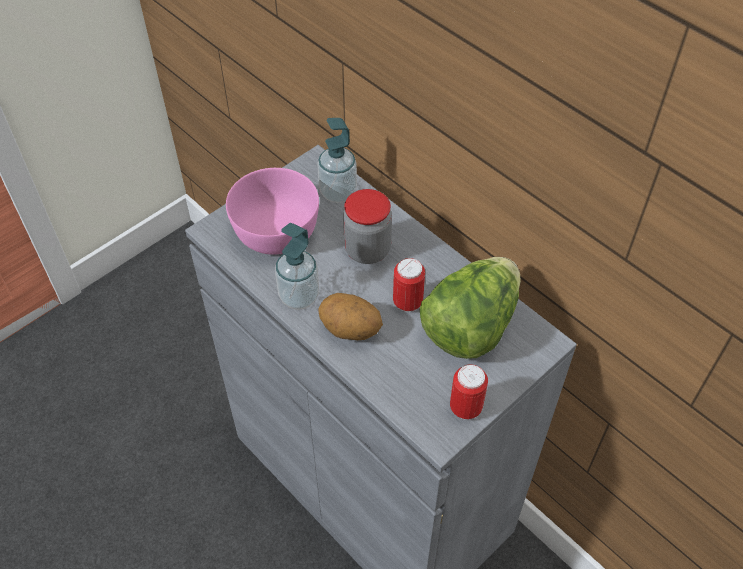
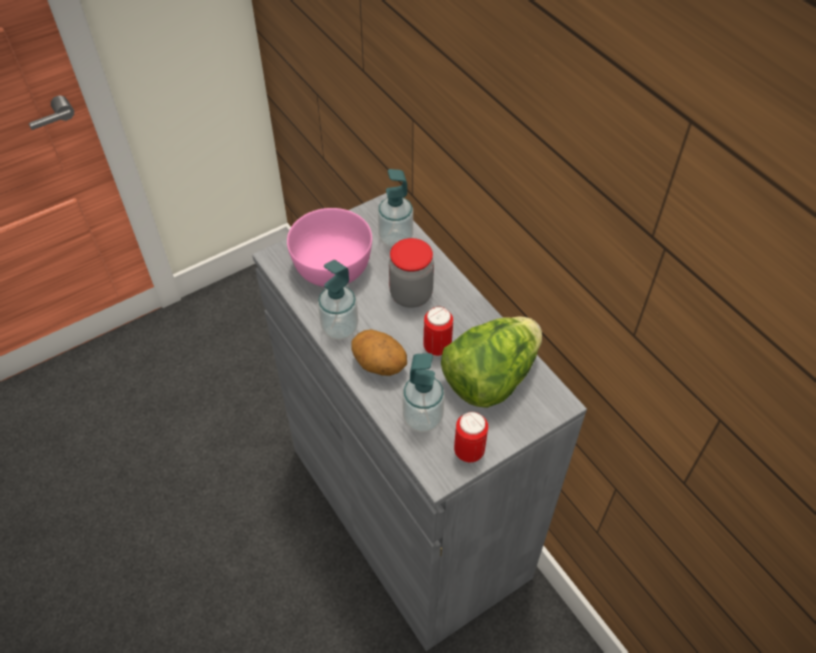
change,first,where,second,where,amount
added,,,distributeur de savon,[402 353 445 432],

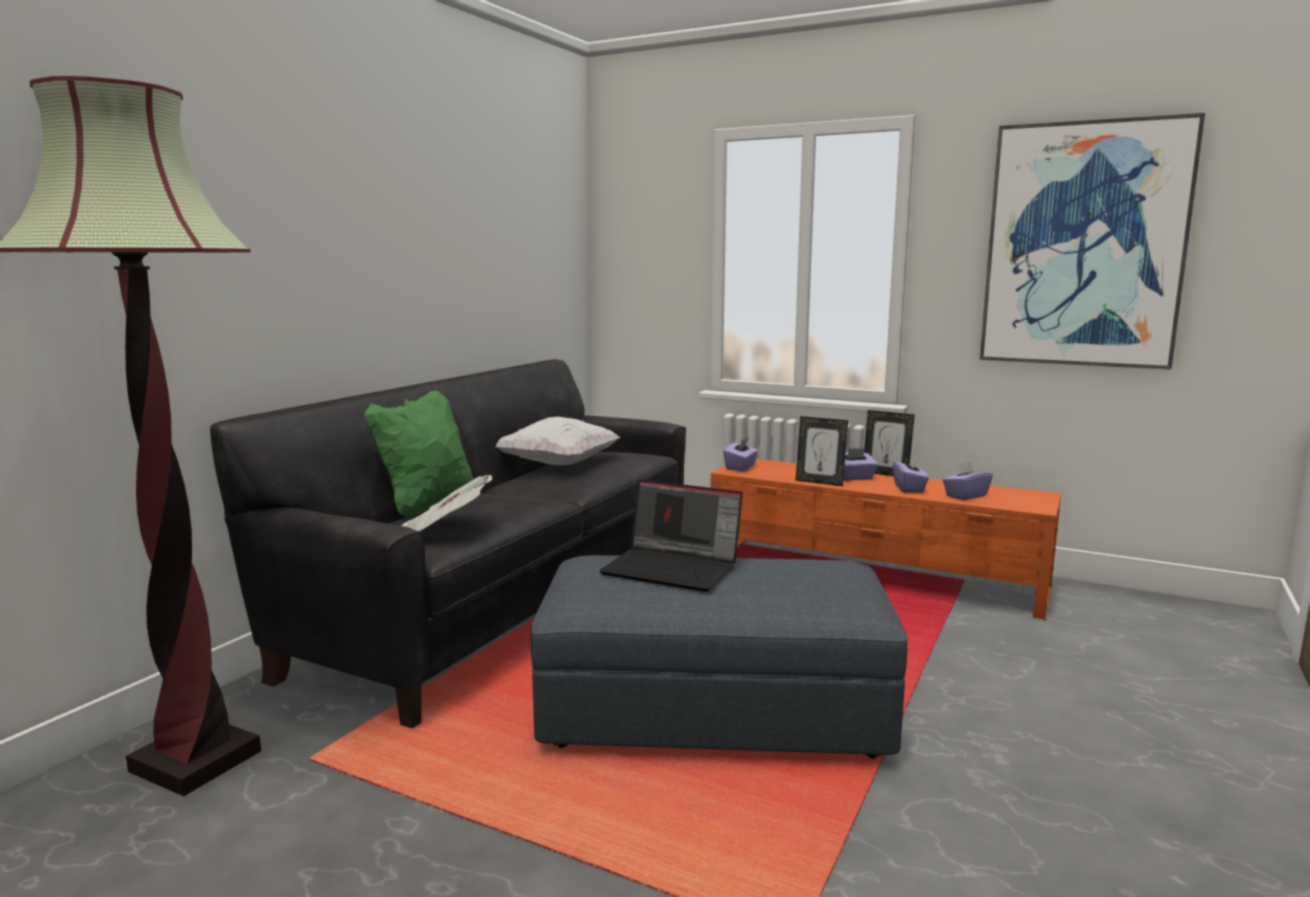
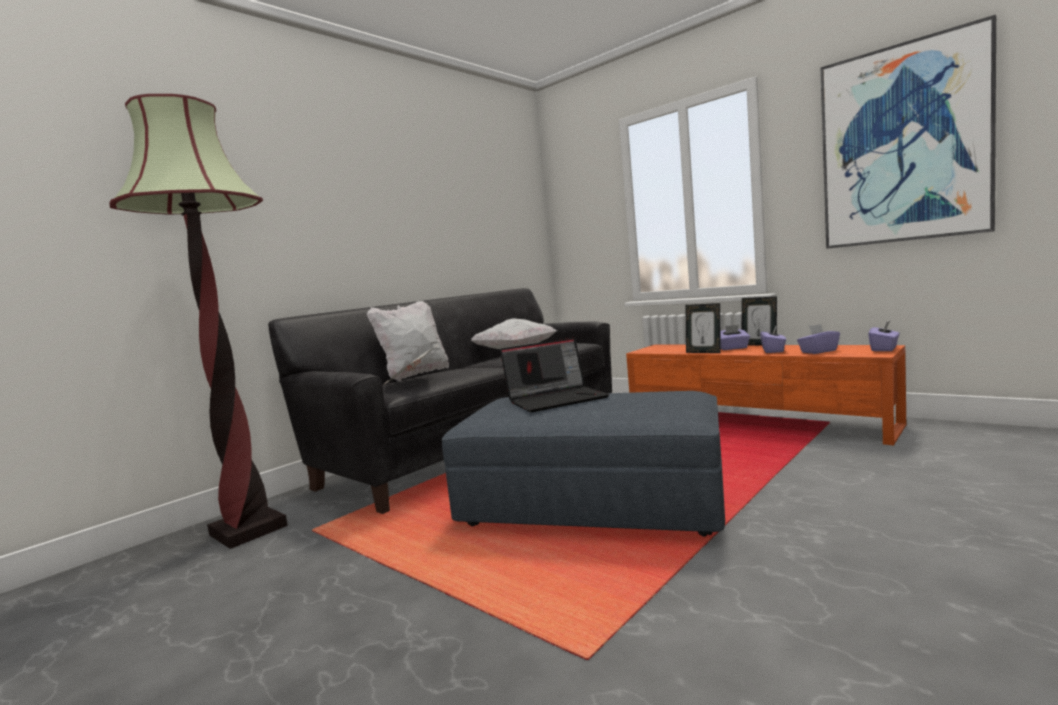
change,first,where,second,where,amount
moved,boîte à mouchoirs/violet,[723 437 758 471],,[868 321 900 351],
recoloured,coussin/vert,[364 391 473 519],coussin/blanc,[367 301 449 381],
turned,ordinateur portable,[599 480 743 592],,[500 338 609 412],60 degrees counterclockwise

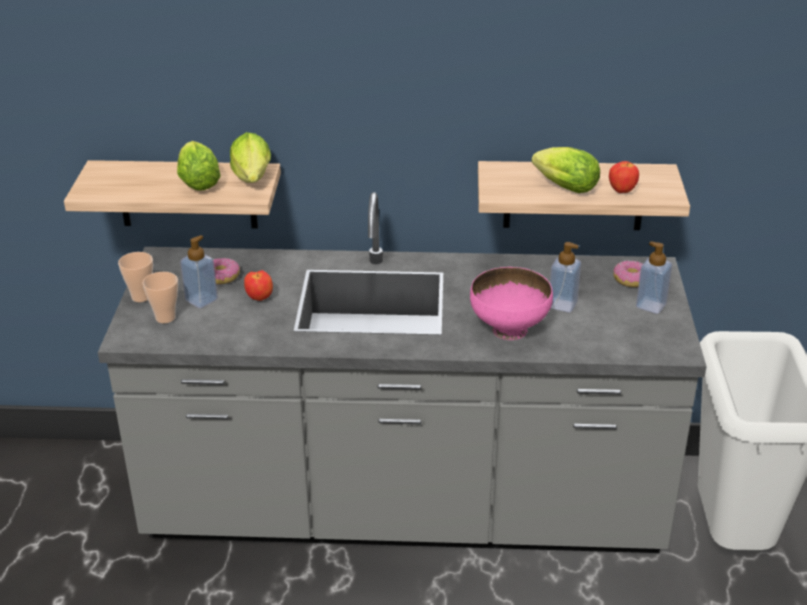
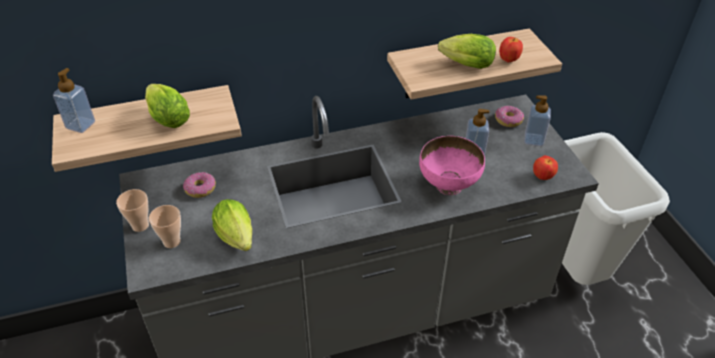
change,first,where,second,where,amount
moved,distributeur de savon,[180 235 218 308],,[53 68 95 133],
moved,laitue,[230 132 271 183],,[212 199 252 251],
moved,pomme,[244 270 273 301],,[533 155 558 180],

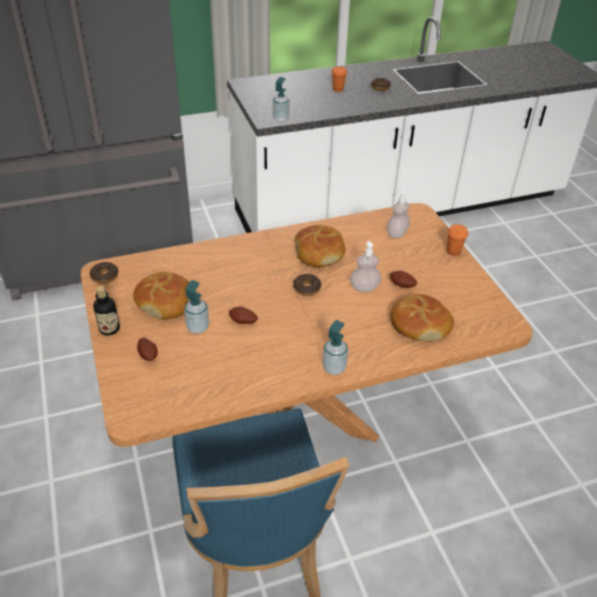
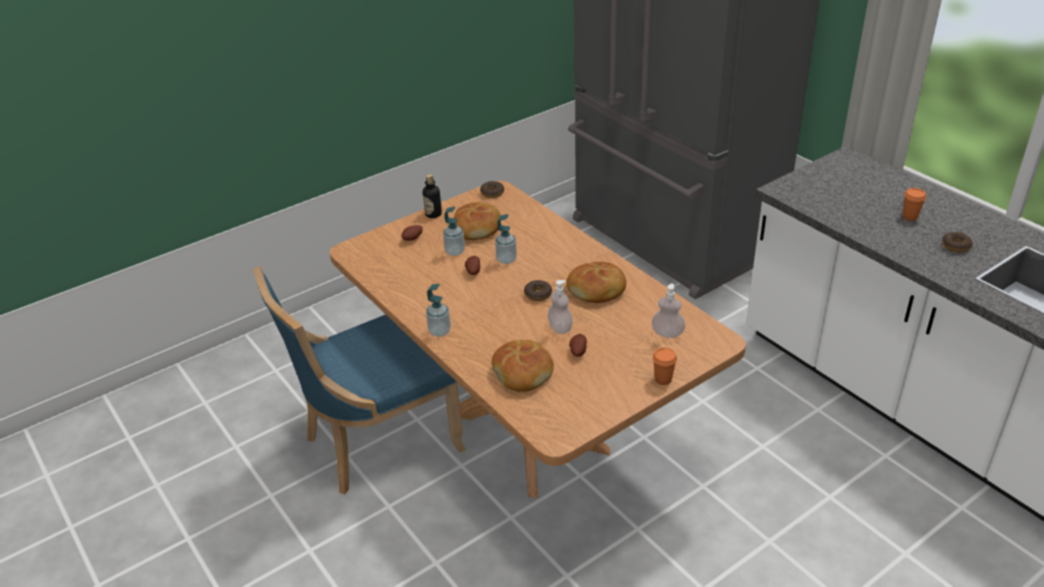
change,first,where,second,where,amount
moved,distributeur de savon,[273 77 290 122],,[495 214 517 264],

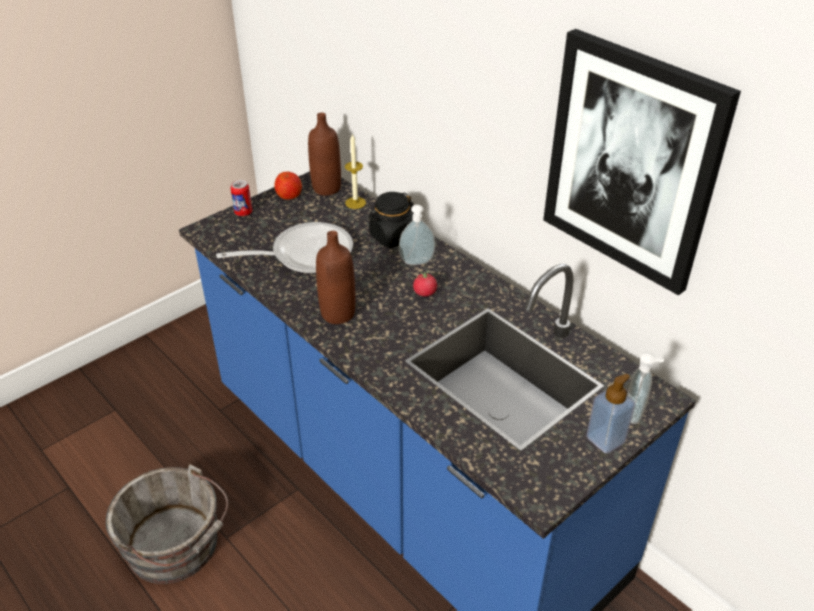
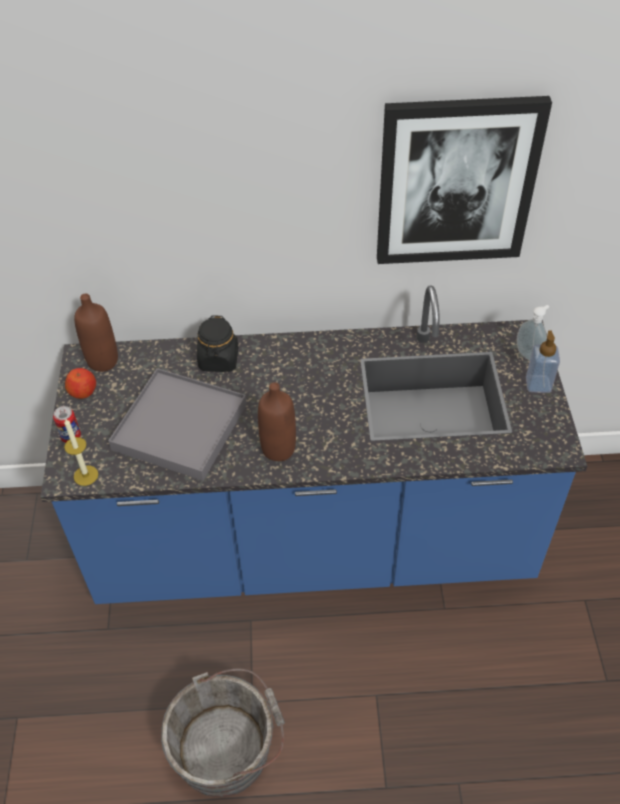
change,first,where,second,where,amount
removed,distributeur de savon,[399 205 435 265],,,
removed,tomate,[413 271 437 296],,,
moved,bougie,[345 133 366 209],,[64 419 98 486],
replaced,poêle,[216 222 353 273],plateau/gris,[108 368 247 481],

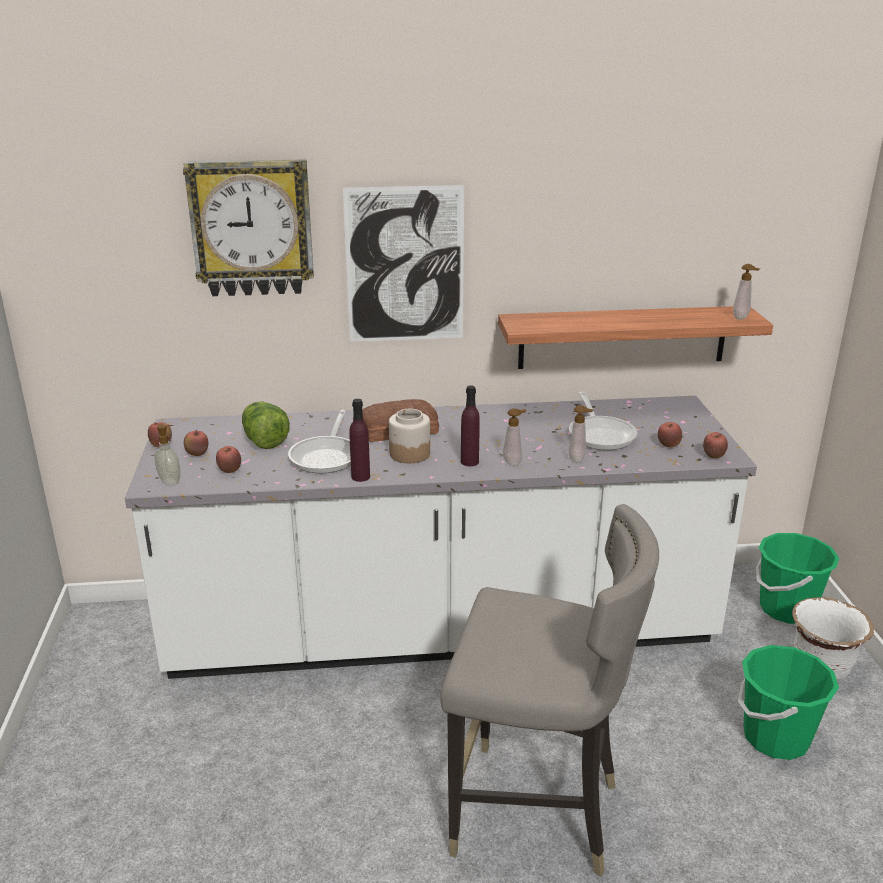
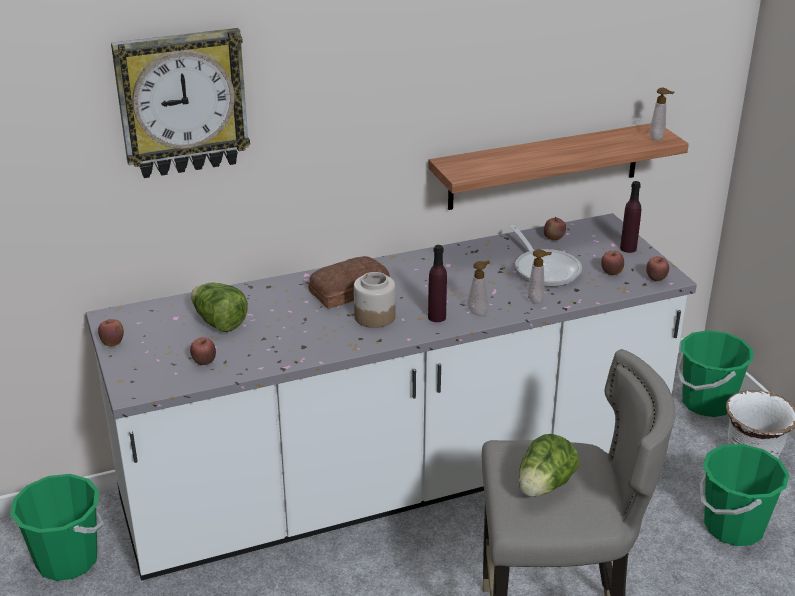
change,first,where,second,where,amount
removed,distributeur de savon,[154 424 180 486],,,
removed,poêle,[288 410 351 473],,,
removed,tableau,[343 185 464 342],,,
added,,,seau/vert,[10 474 104 581],
added,,,laitue,[519 434 579 497],
moved,pomme,[184 430 208 456],,[544 217 566 240],
moved,bouteille/violet,[349 399 370 482],,[620 181 641 253],

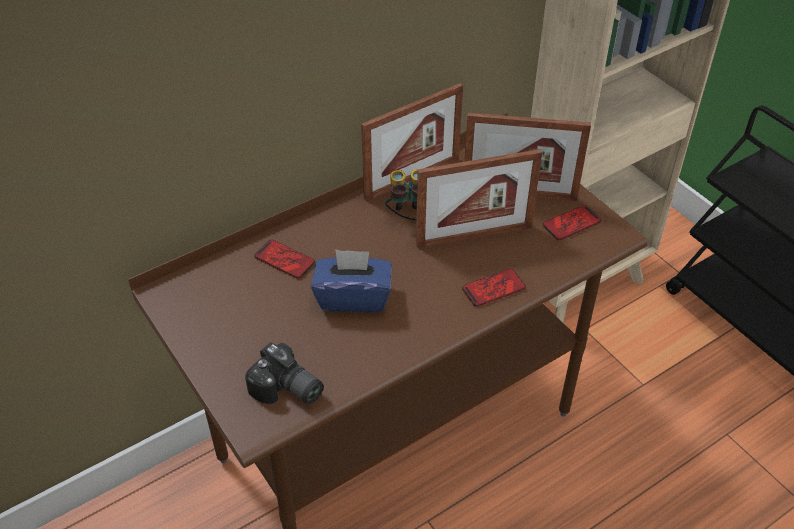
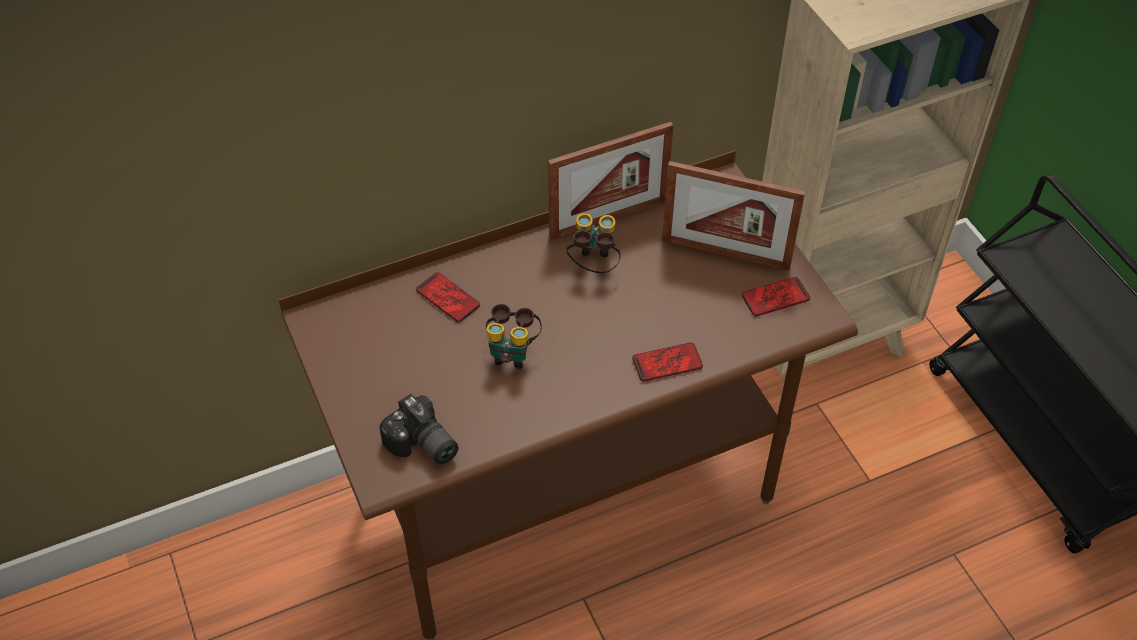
change,first,where,second,where,amount
removed,cadre photo,[416 149 542 248],,,
replaced,boîte à mouchoirs/bleu,[311 249 392 312],jumelles,[486 304 542 369],

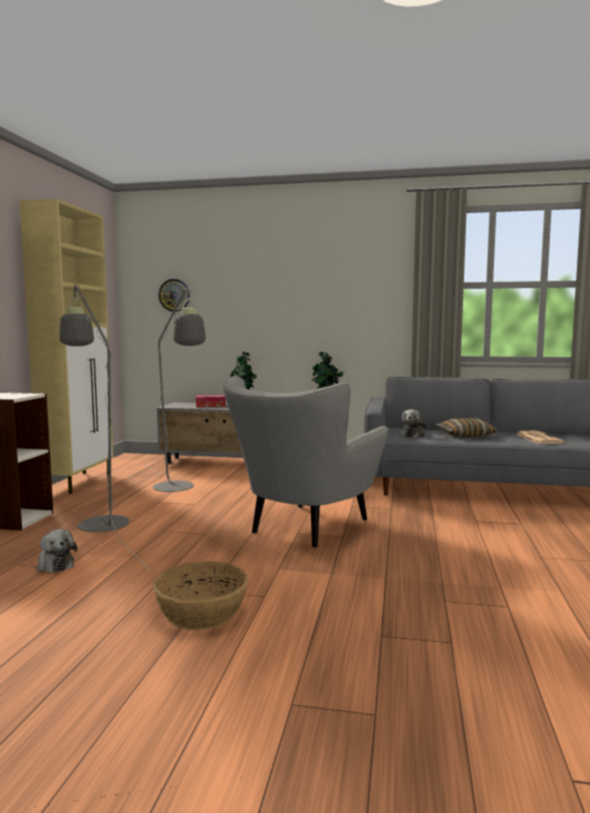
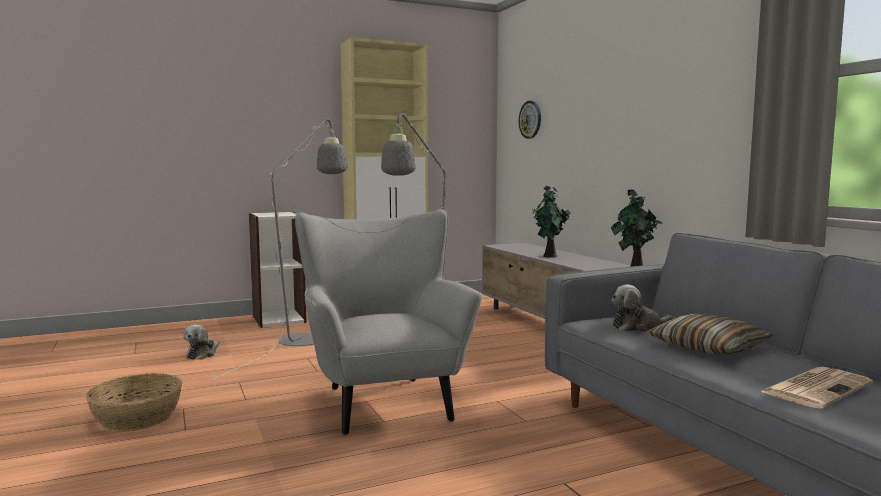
change,first,where,second,where,amount
removed,boîte à mouchoirs,[196 395 226 407],,,
turned,fauteuil/gris,[223 376 389 548],,[295 209 482 435],75 degrees clockwise

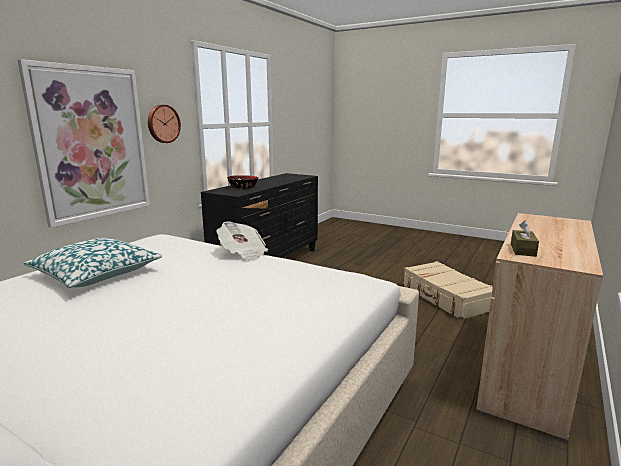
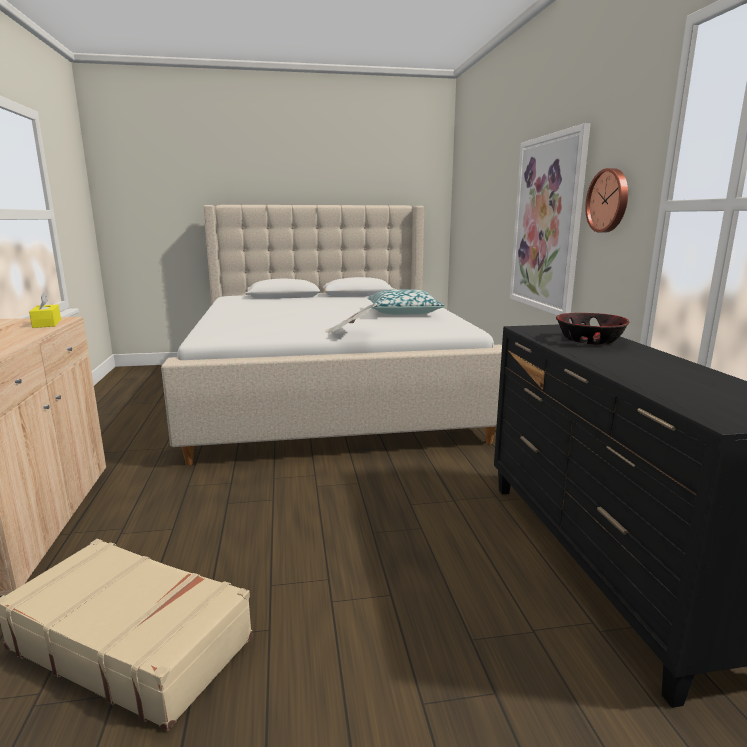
change,first,where,second,where,amount
recoloured,boîte à mouchoirs/marron,[511 220 539 257],boîte à mouchoirs/jaune,[29 292 61 328],

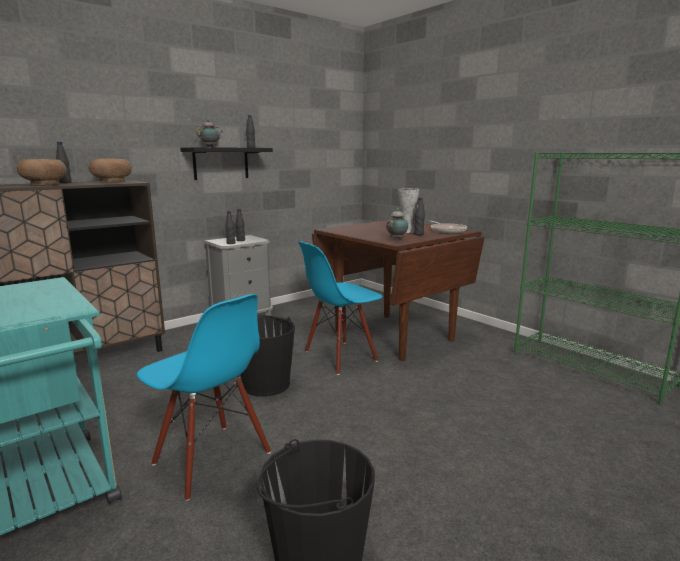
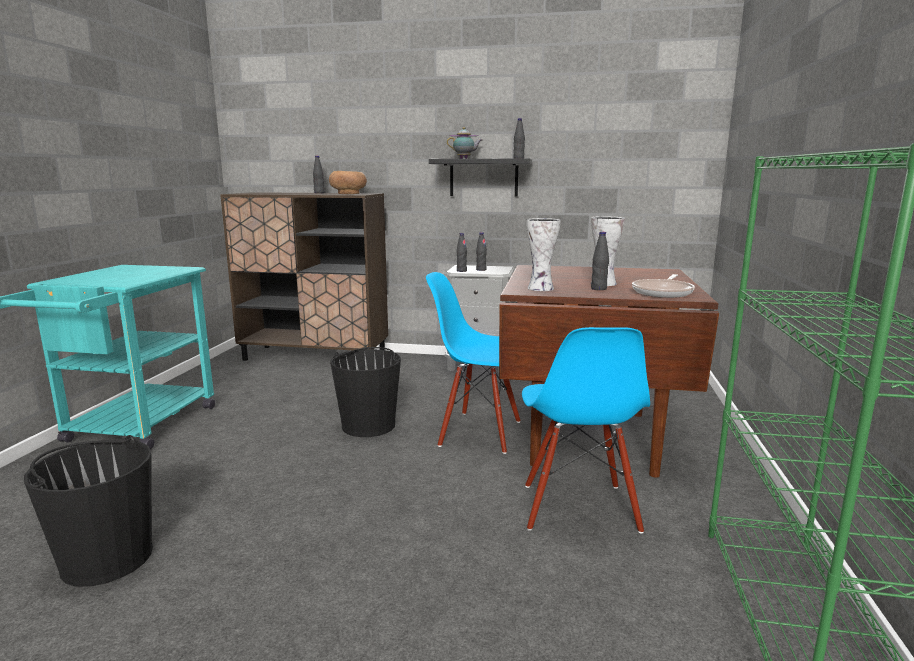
change,first,where,second,where,amount
removed,bol/marron,[17 159 67 186],,,
moved,chaise/bleu,[137 294 271 501],,[522 327 650 533],
replaced,théière,[386 208 408 240],vase,[526 218 561 291],

